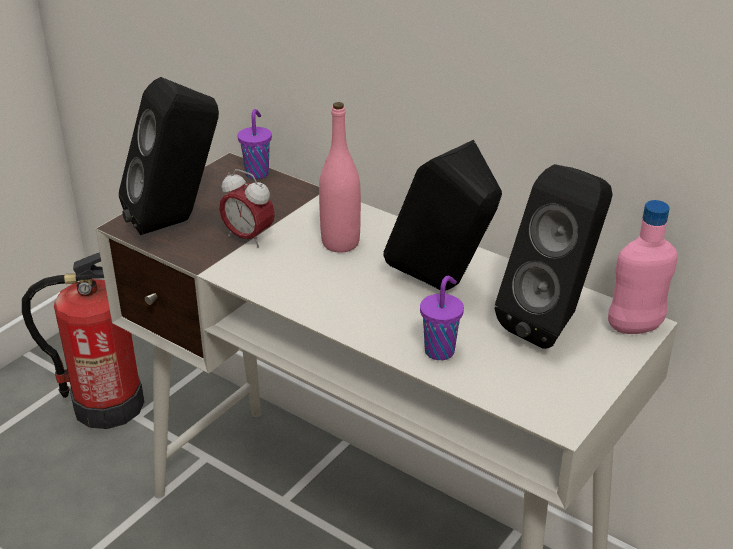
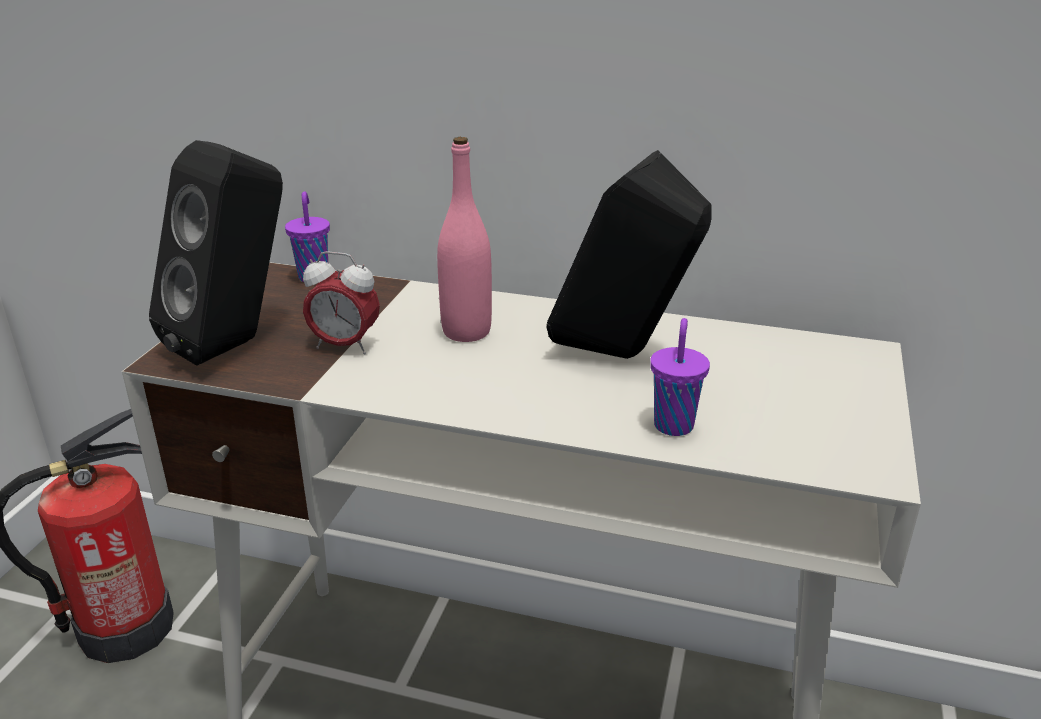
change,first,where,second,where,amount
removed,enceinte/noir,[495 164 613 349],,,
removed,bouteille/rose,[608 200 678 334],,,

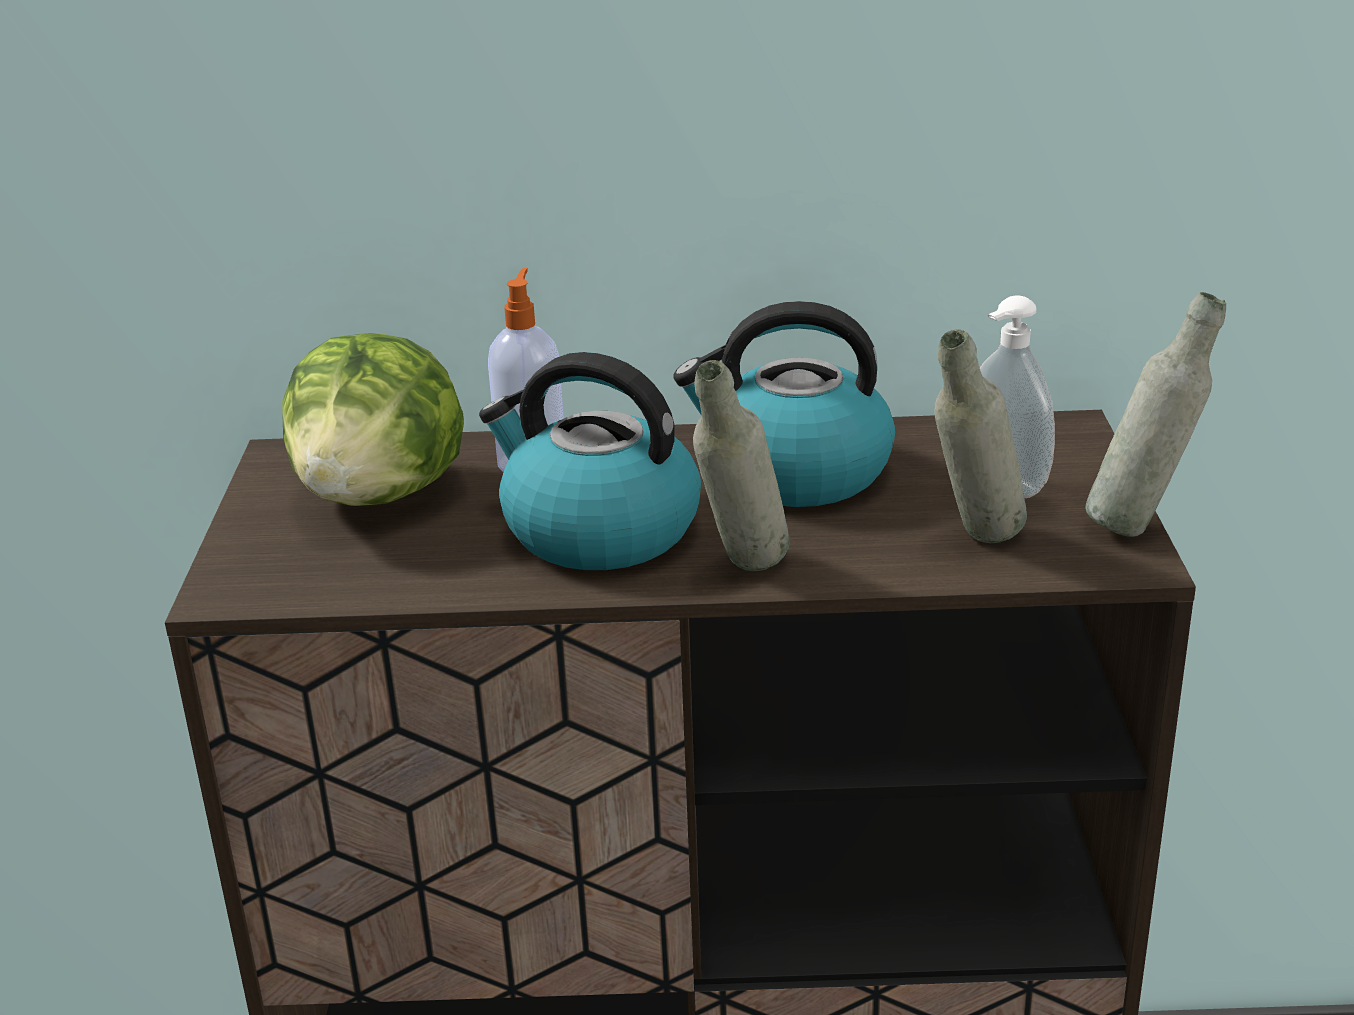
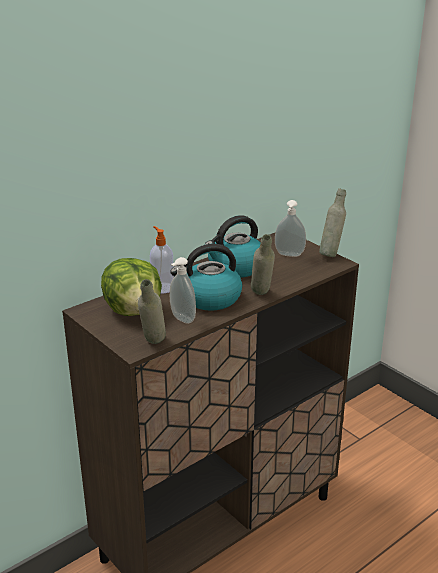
change,first,where,second,where,amount
added,,,distributeur de savon,[170 257 196 324],
moved,bouteille/gris,[934 330 1027 543],,[138 279 166 344],

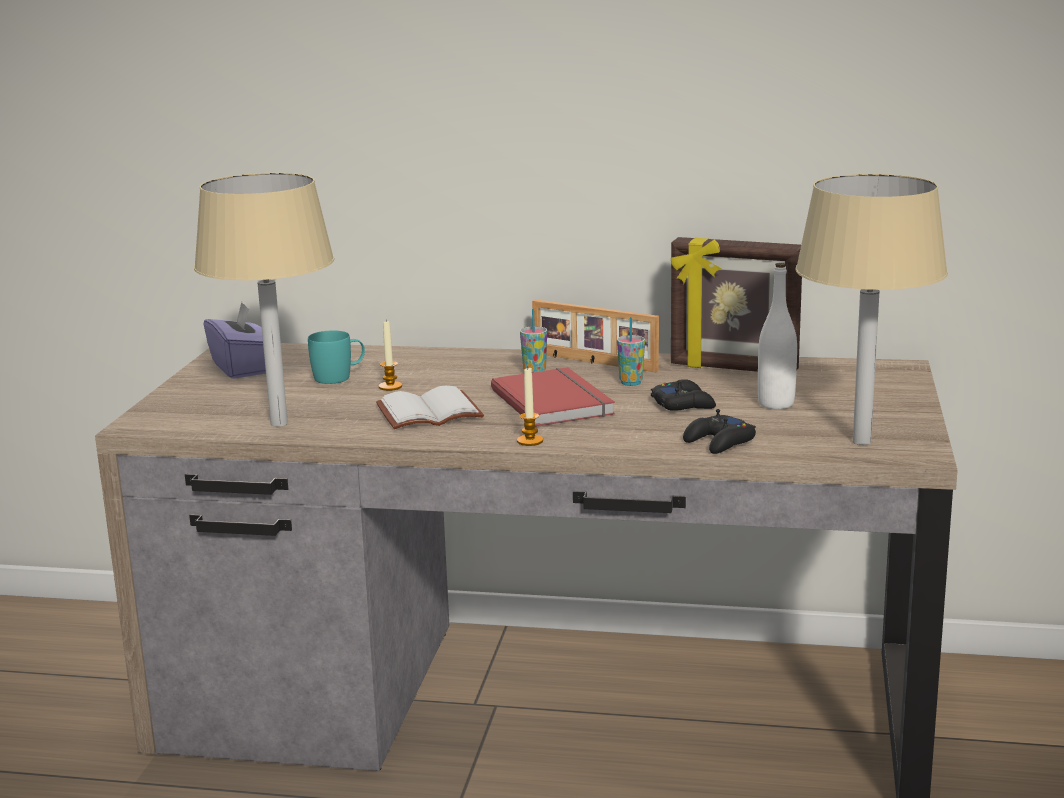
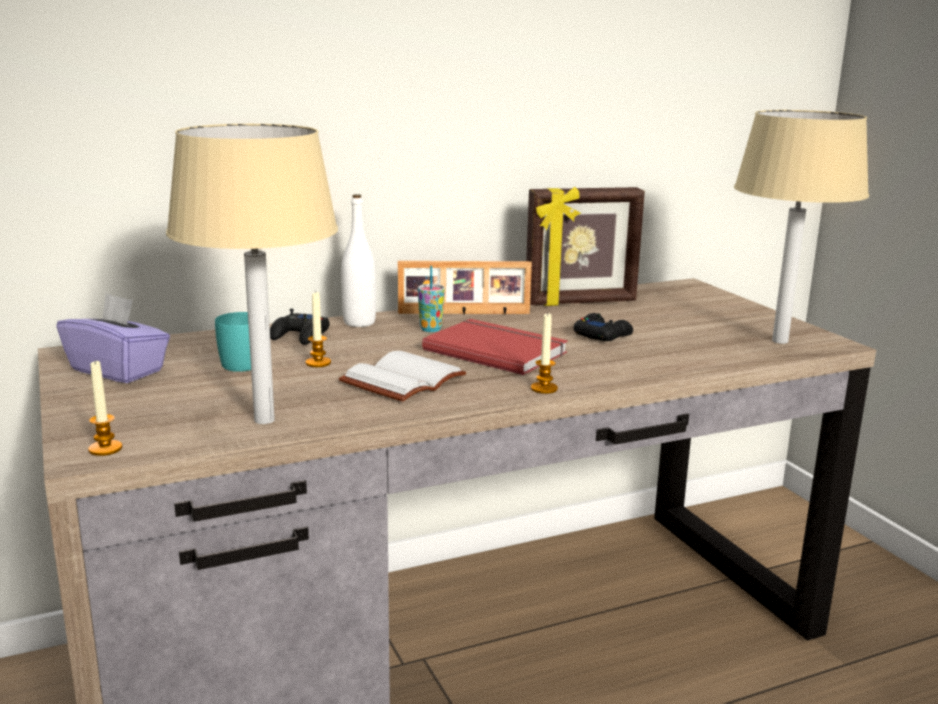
change,first,where,second,where,amount
removed,tasse,[617 317 645 386],,,
added,,,bougie,[88 361 122 456],
moved,manette/noir,[683 409 756 454],,[270 308 330 345],
moved,bouteille/blanc,[758 263 797 409],,[341 194 376 327],

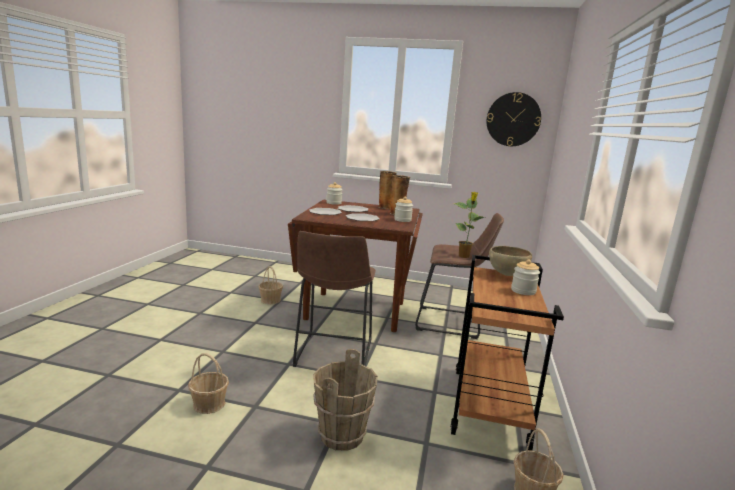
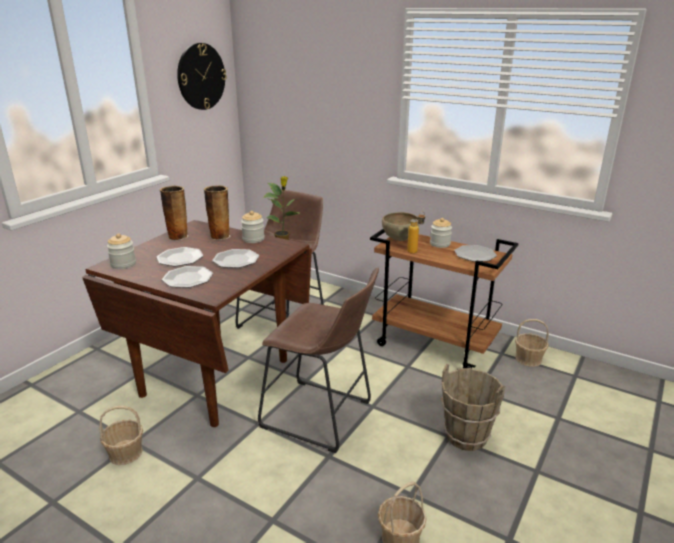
change,first,where,second,where,amount
added,,,bouteille,[407 212 425 254],
added,,,assiette,[454 245 497 262],

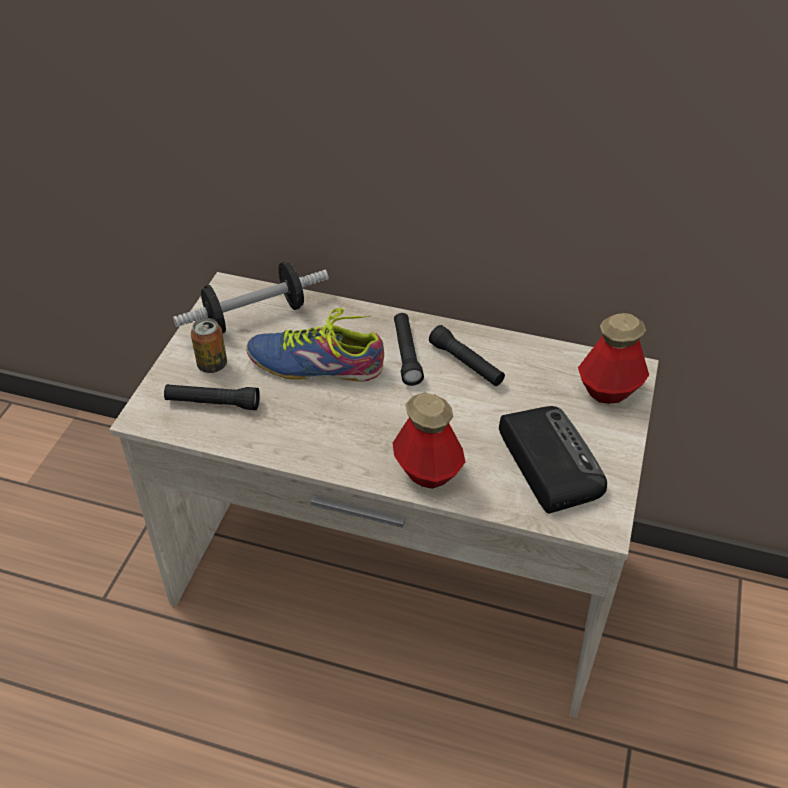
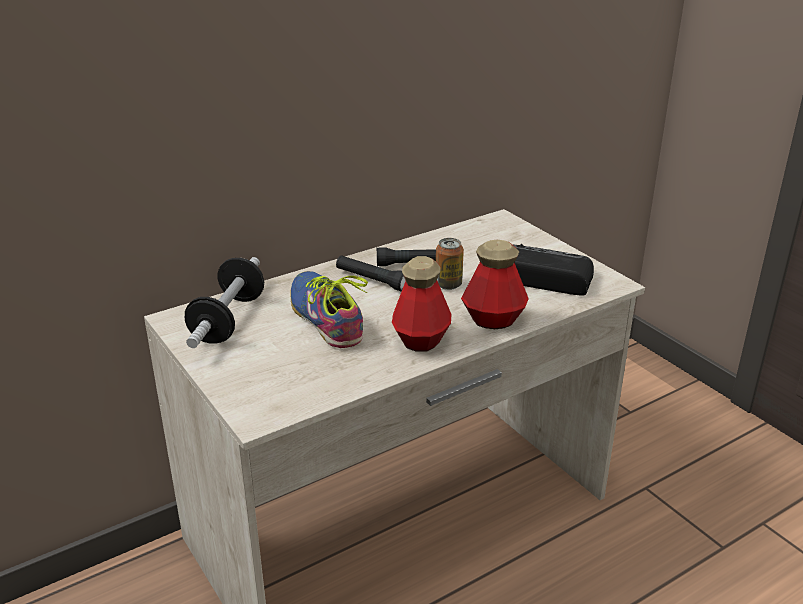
change,first,where,second,where,amount
removed,lampe de poche/noir,[164 384 260 410],,,
moved,boîte métallique,[191 318 227 373],,[436 238 464 290],
moved,bouteille,[578 313 649 404],,[392 256 452 352],
turned,chaussure,[246 308 384 382],,[290 271 368 348],105 degrees clockwise

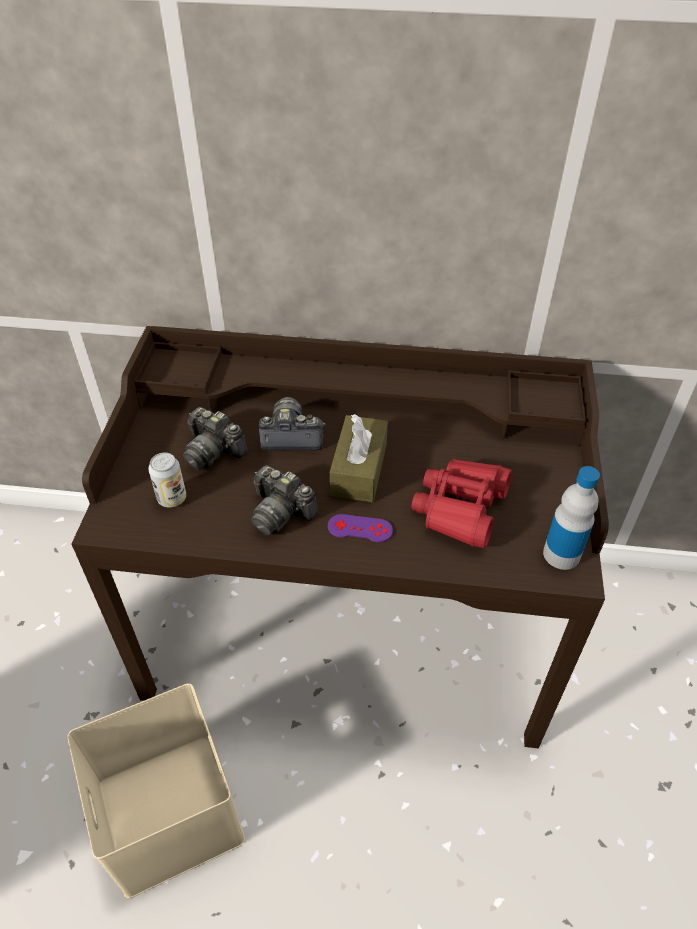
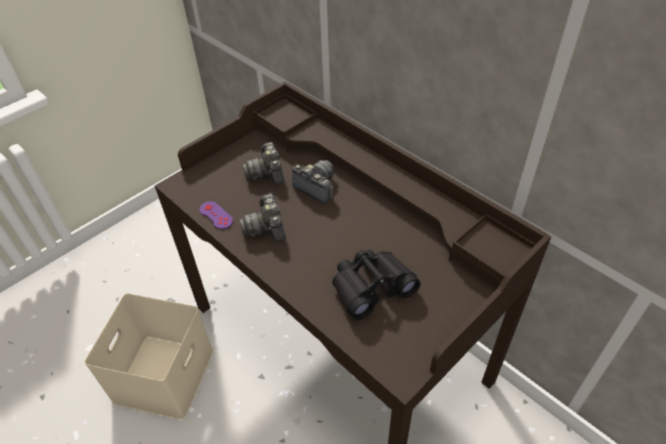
change,first,where,second,where,amount
removed,boîte métallique,[148 452 186 508],,,
removed,boîte à mouchoirs/marron,[330 414 388 502],,,
removed,bouteille,[543 466 600 570],,,
moved,manette/violet,[328 514 393 542],,[199 201 233 229],
recoloured,jumelles/rouge,[411 459 512 548],jumelles/noir,[332 250 421 320],

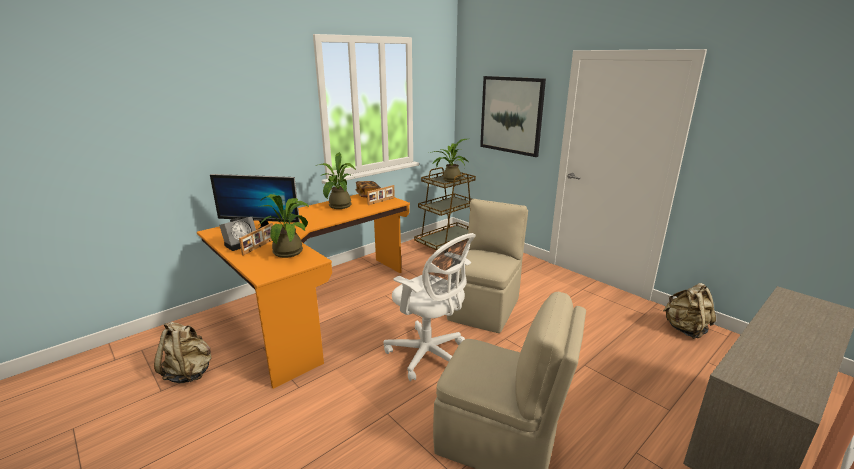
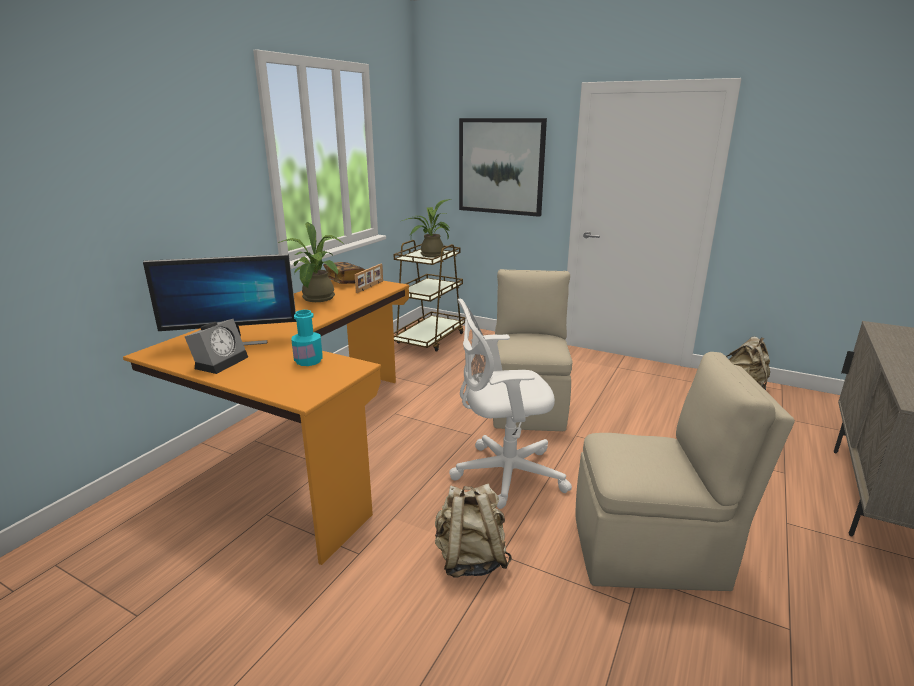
change,first,where,second,where,amount
removed,cadre photo,[239 223 273 256],,,
moved,sac à dos/beige,[154 322 212 383],,[435 484 512 578],
replaced,plante en pot,[258 194 309 258],bouteille/turquoise,[291 310 323 366],
turned,chaise de bureau/blanc,[384 233 476 382],,[449 299 572 509],150 degrees clockwise

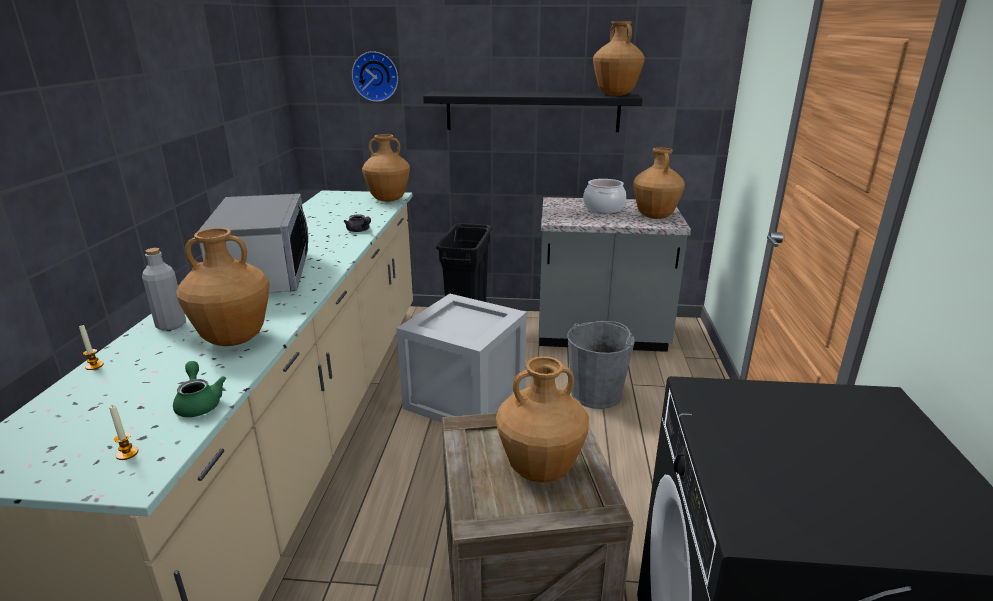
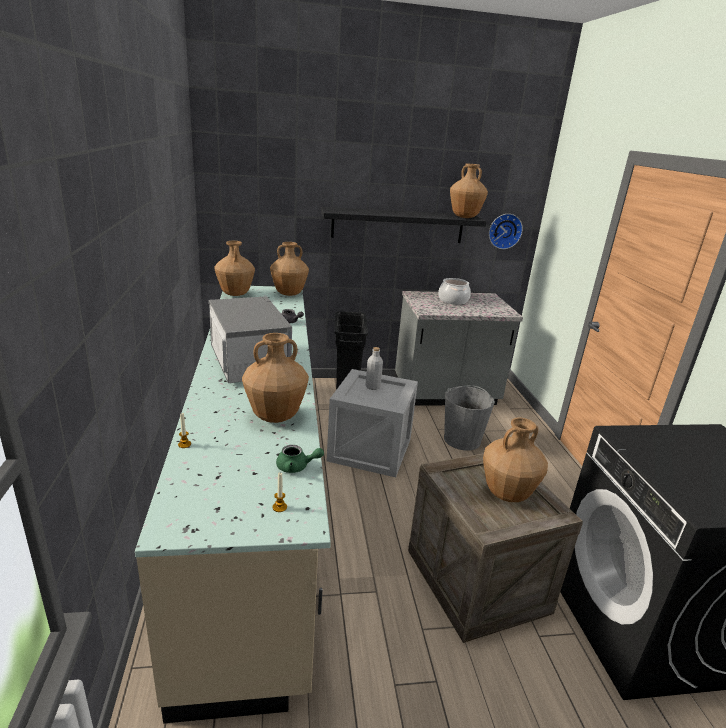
change,first,where,second,where,amount
moved,bouteille/gris,[142 248 186 331],,[366 347 383 390],
moved,horloge murale,[352 51 398 102],,[489 214 523 249],
moved,vase/marron,[633 148 685 219],,[214 241 255 296],
turned,théière/vert,[173 361 226 417],,[276 445 324 473],135 degrees clockwise

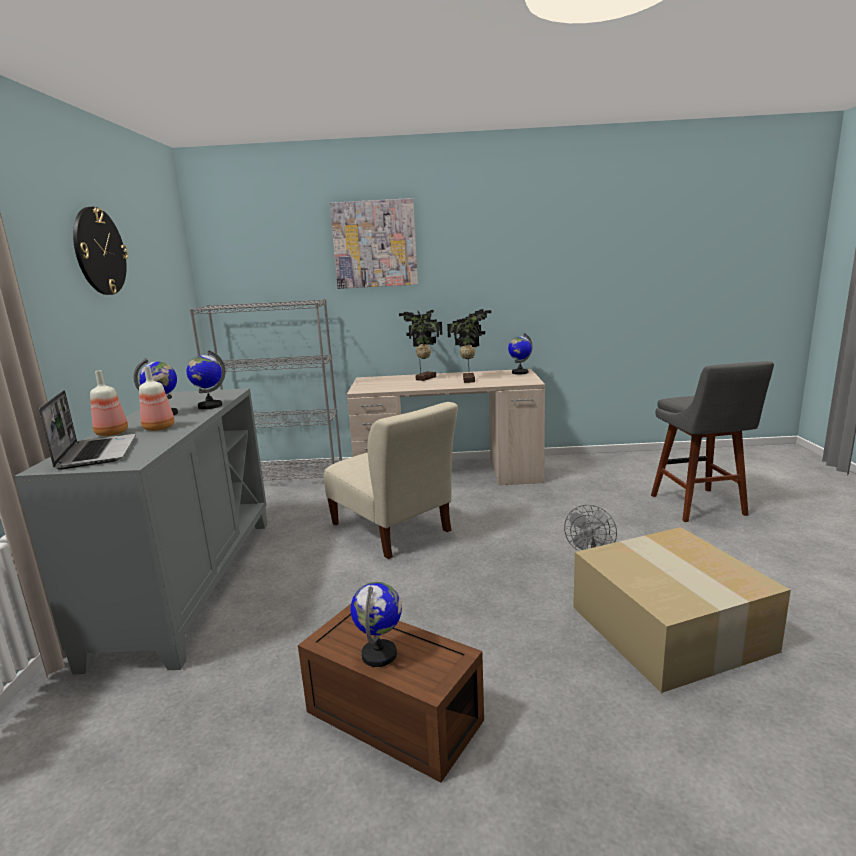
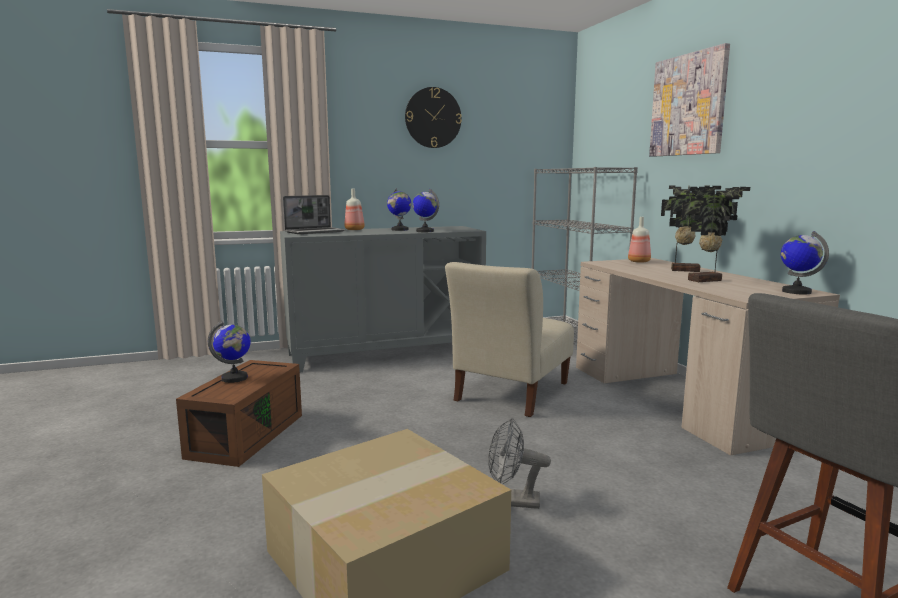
change,first,where,second,where,amount
moved,bouteille,[139 366 175 431],,[628 217 651 263],

